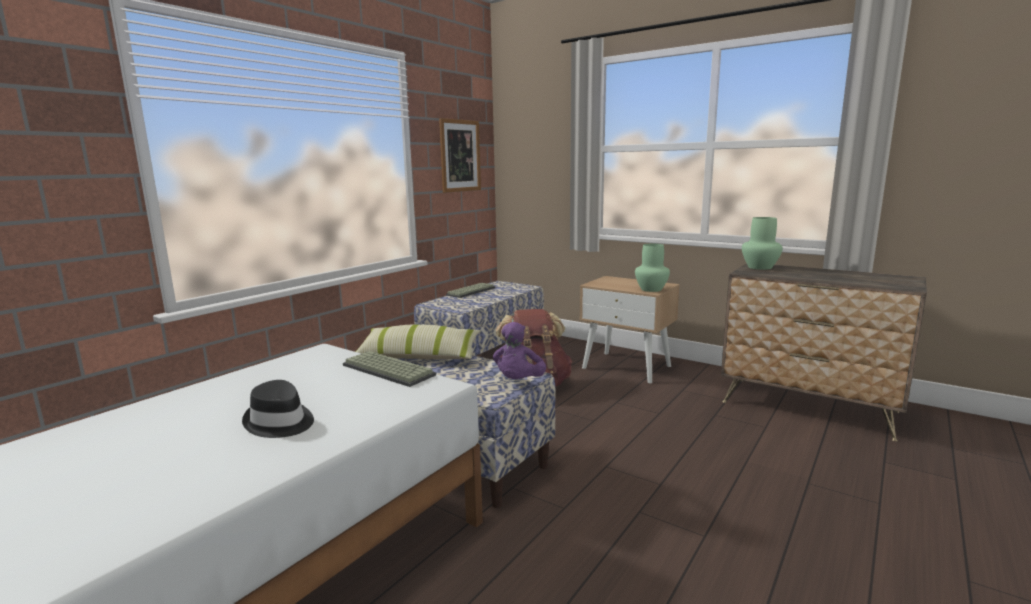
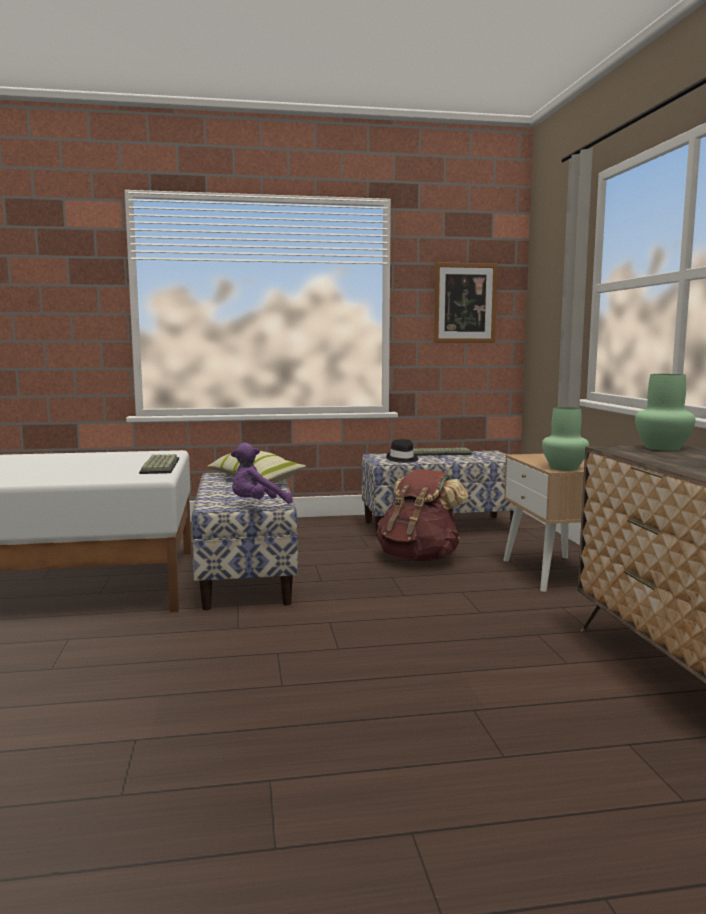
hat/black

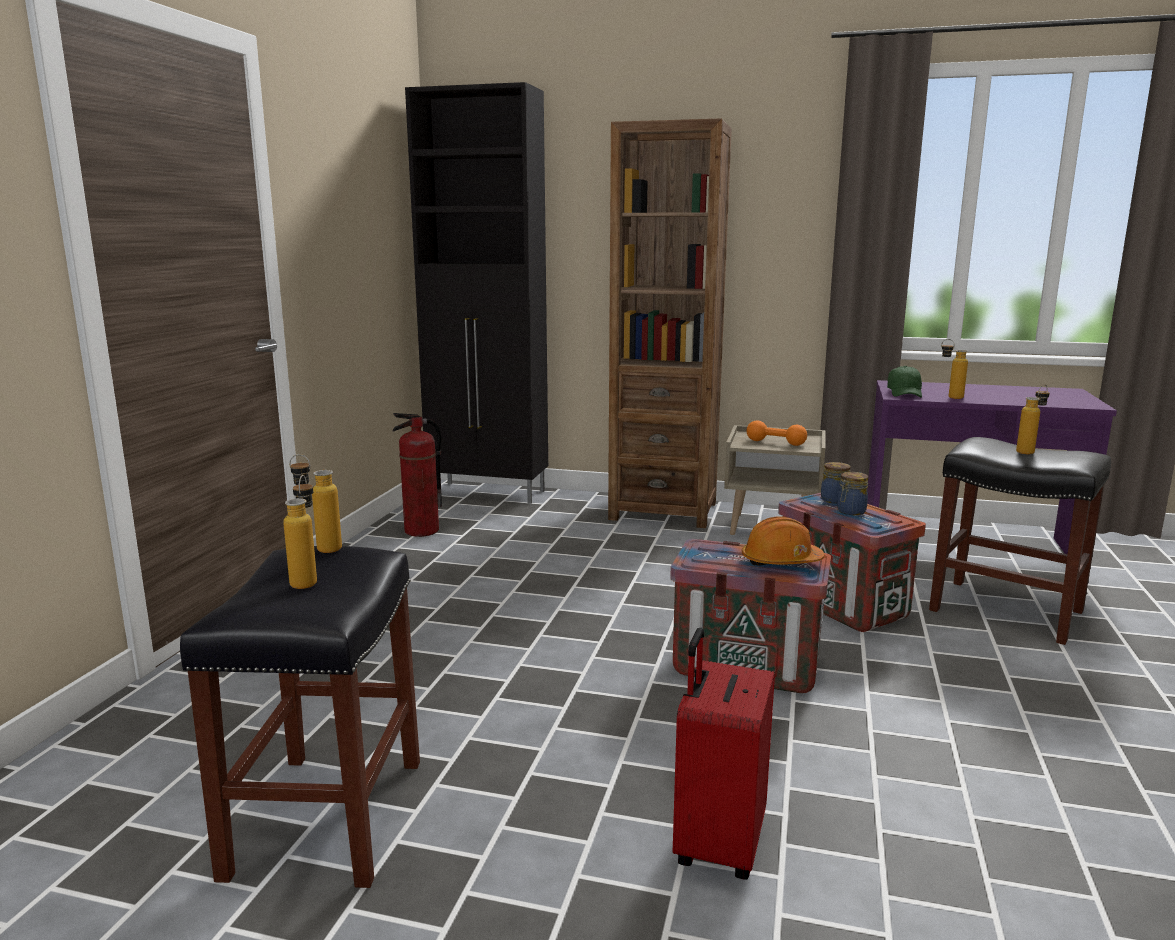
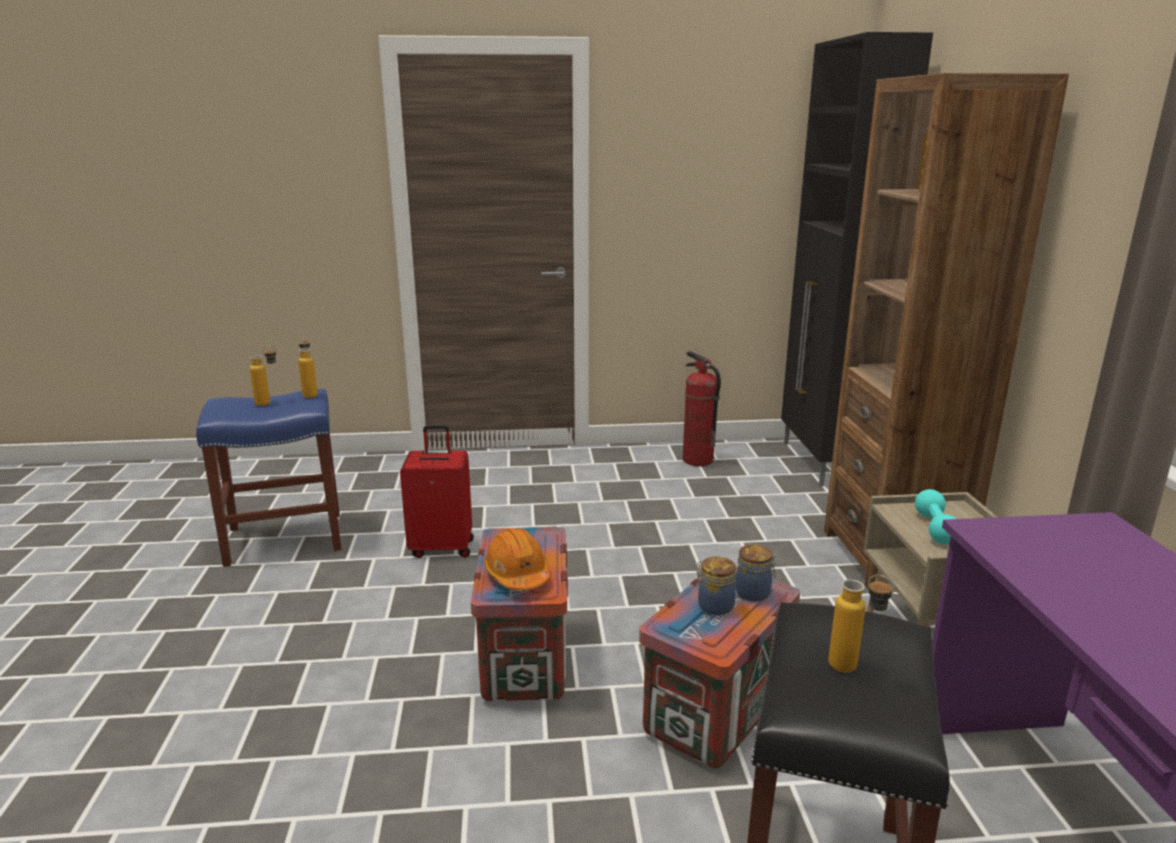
stool/blue
suitcase/red
dumbbell/turquoise
cap/green
bottle (3rd from left in the first image)

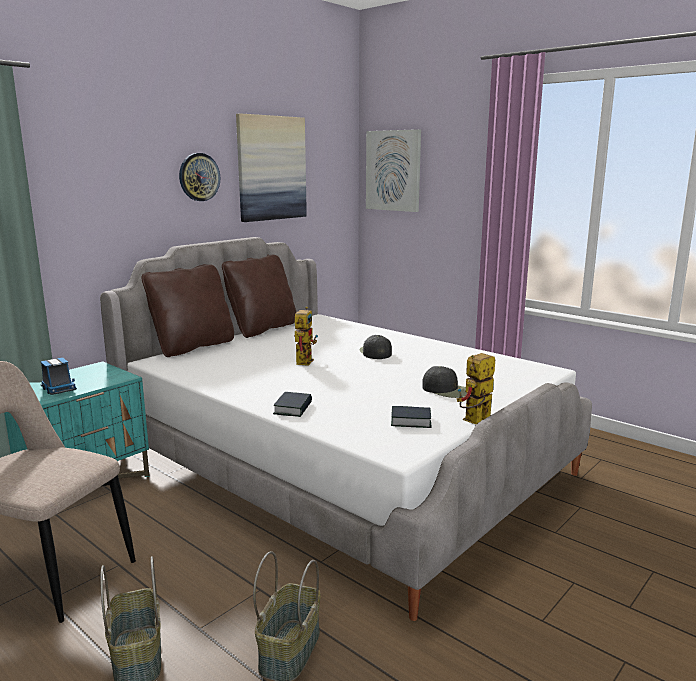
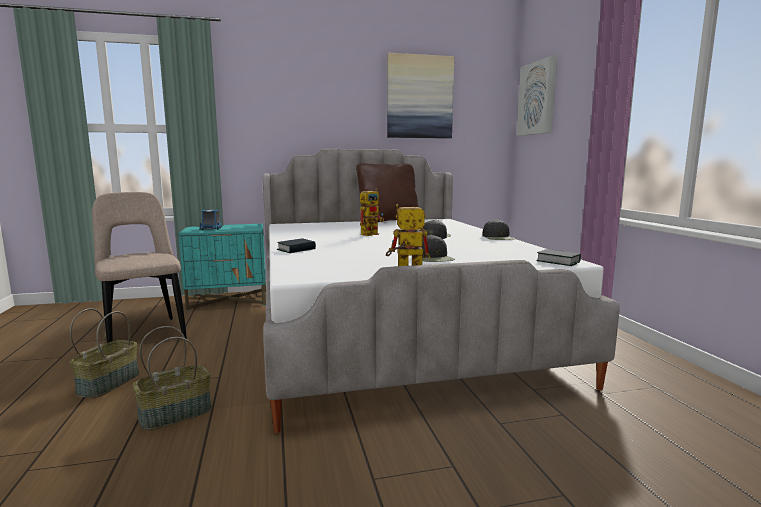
cap/black (3rd from left)
book (2nd from left)
pillow/brown (1st from left in the first image)
wall clock

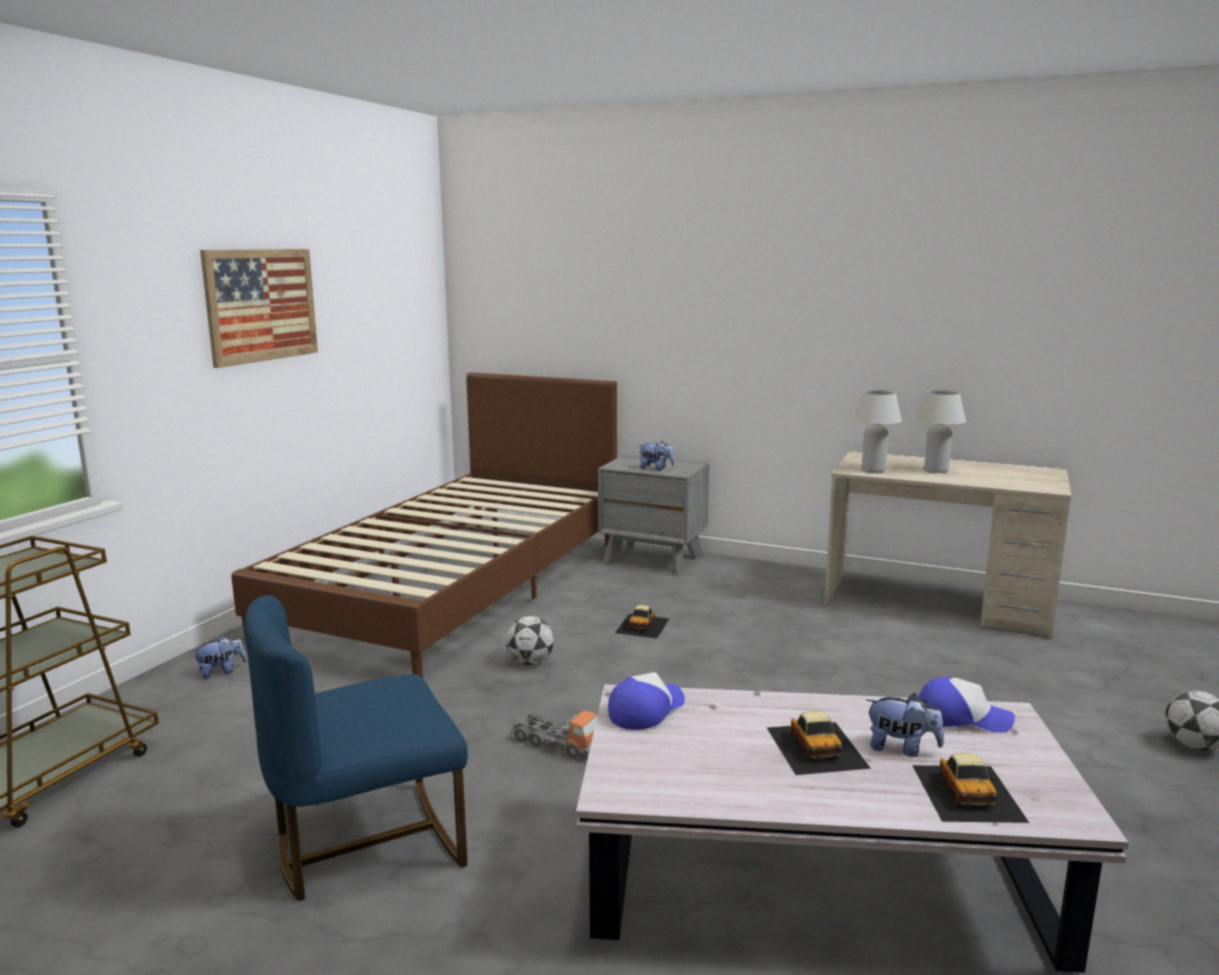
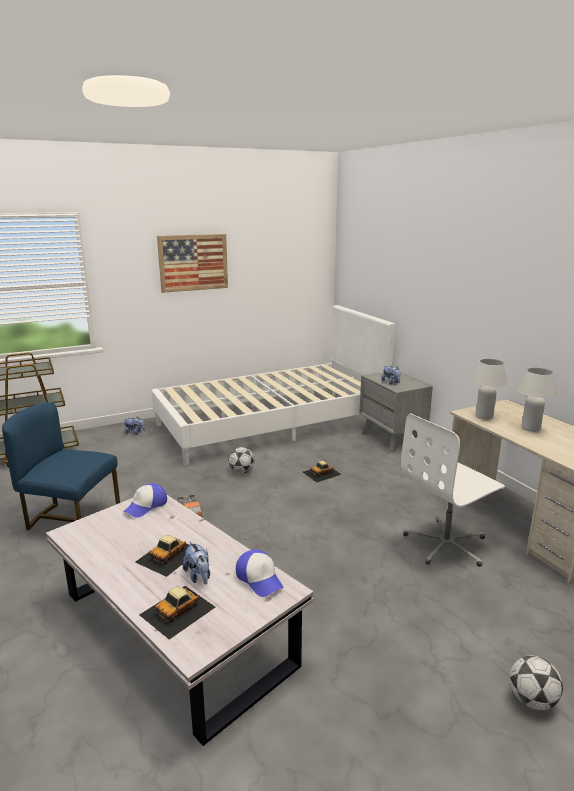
cap (1st from left)
bed/white
office chair/white

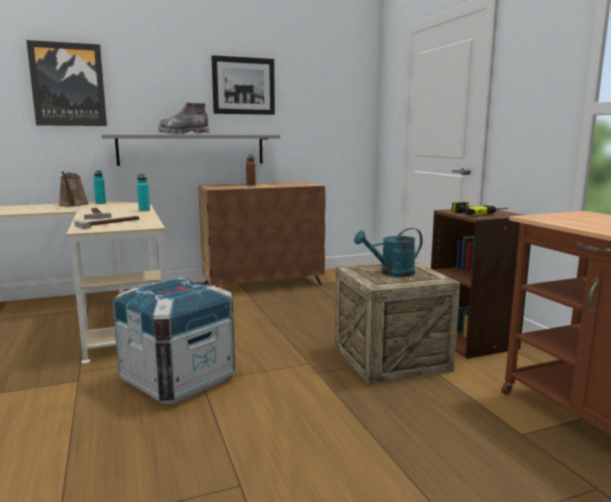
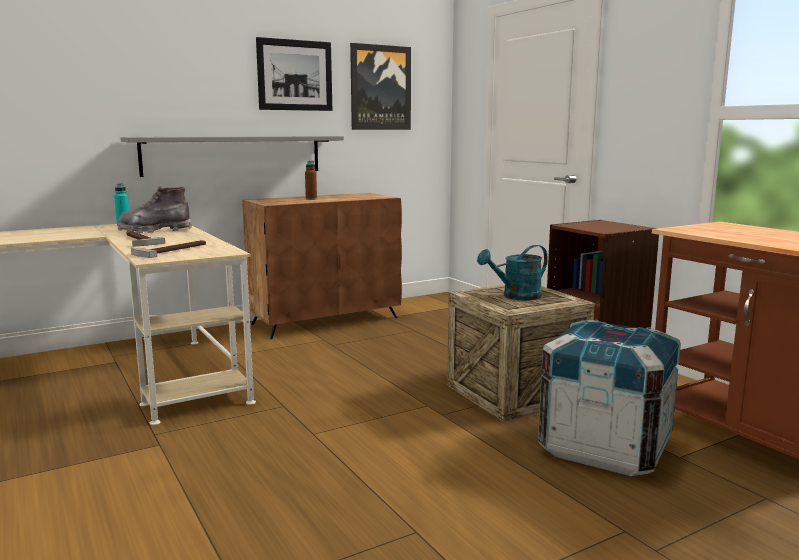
boot/grey
picture (2nd from left)
crate (2nd from left)
watering can/brown
bottle/turquoise (2nd from left in the first image)
power drill

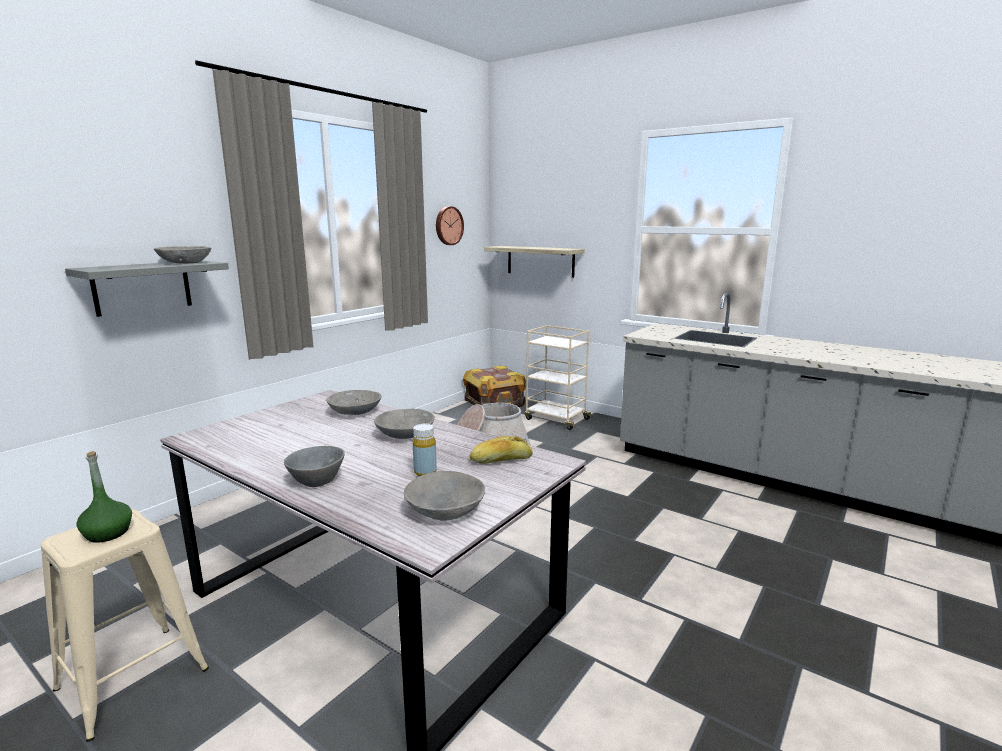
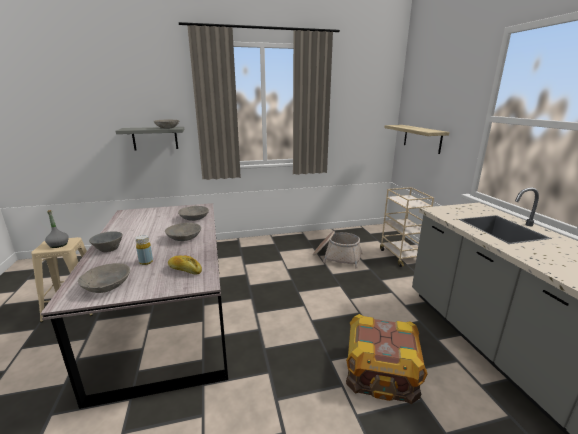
bottle/grey
crate
wall clock

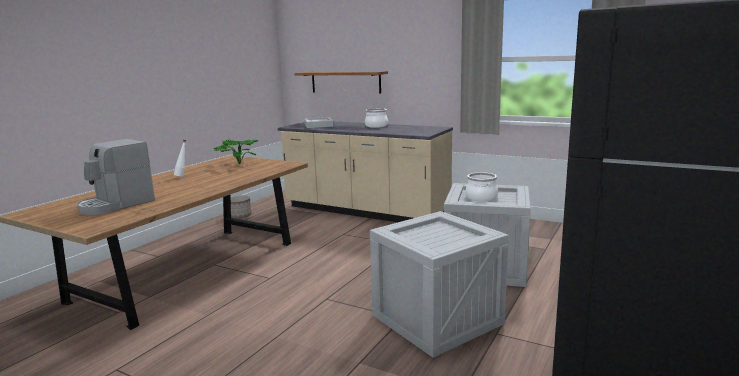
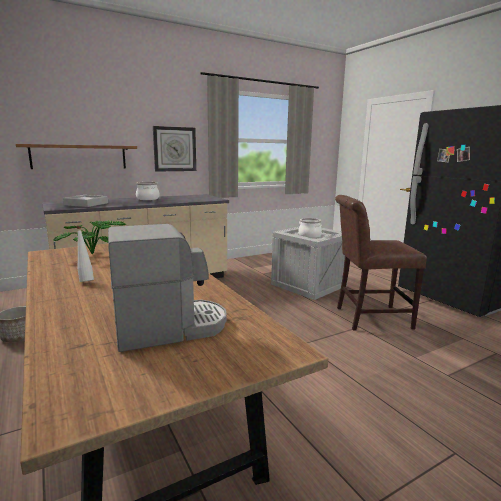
coffee machine
wall clock
chair/brown

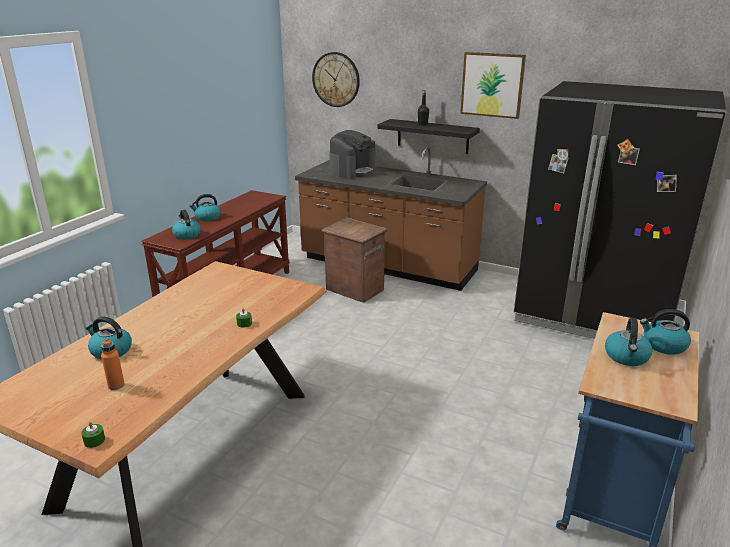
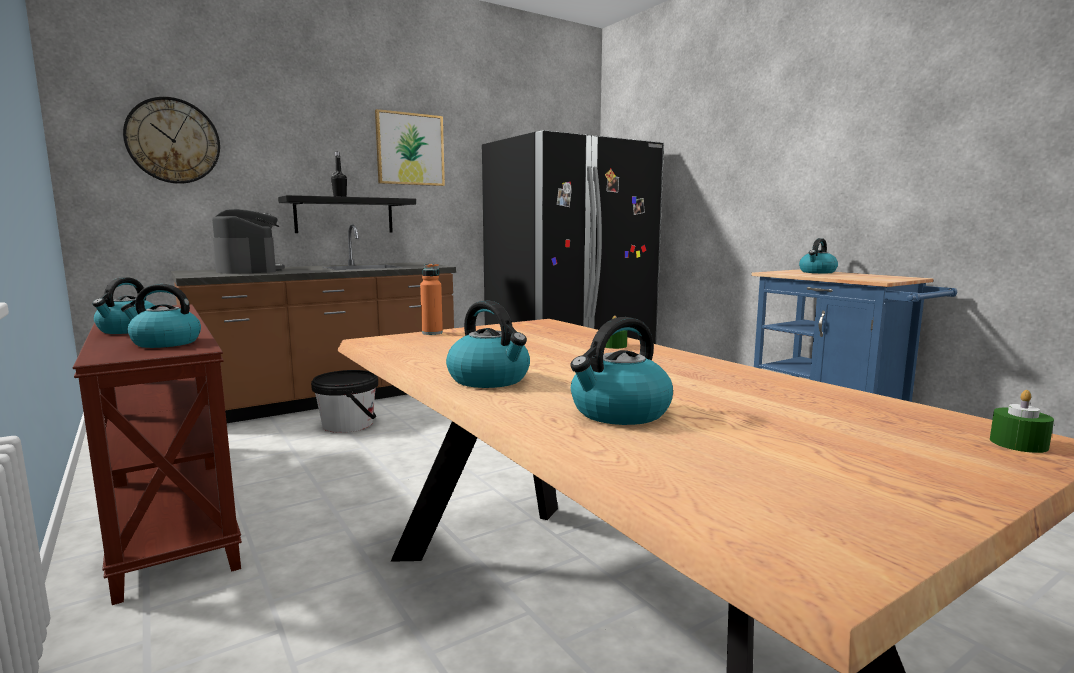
bucket/black
bottle/orange
kettle (3rd from left)

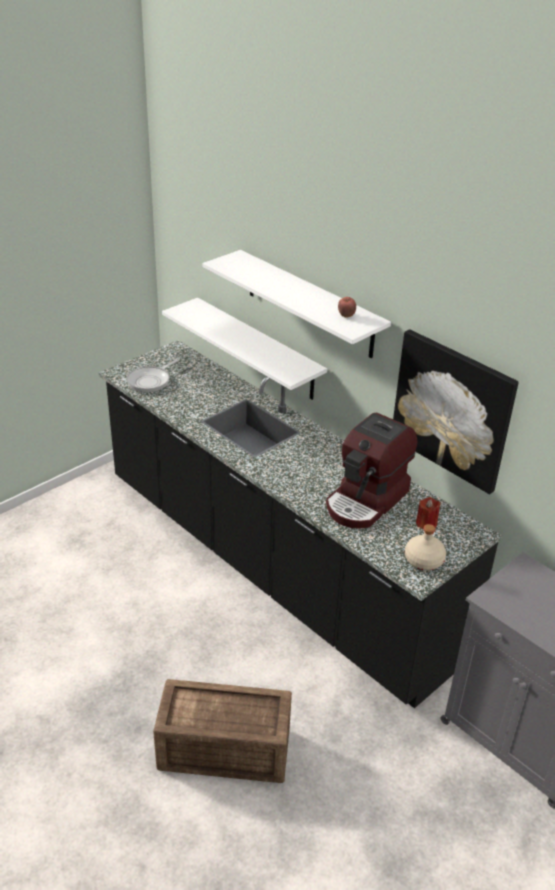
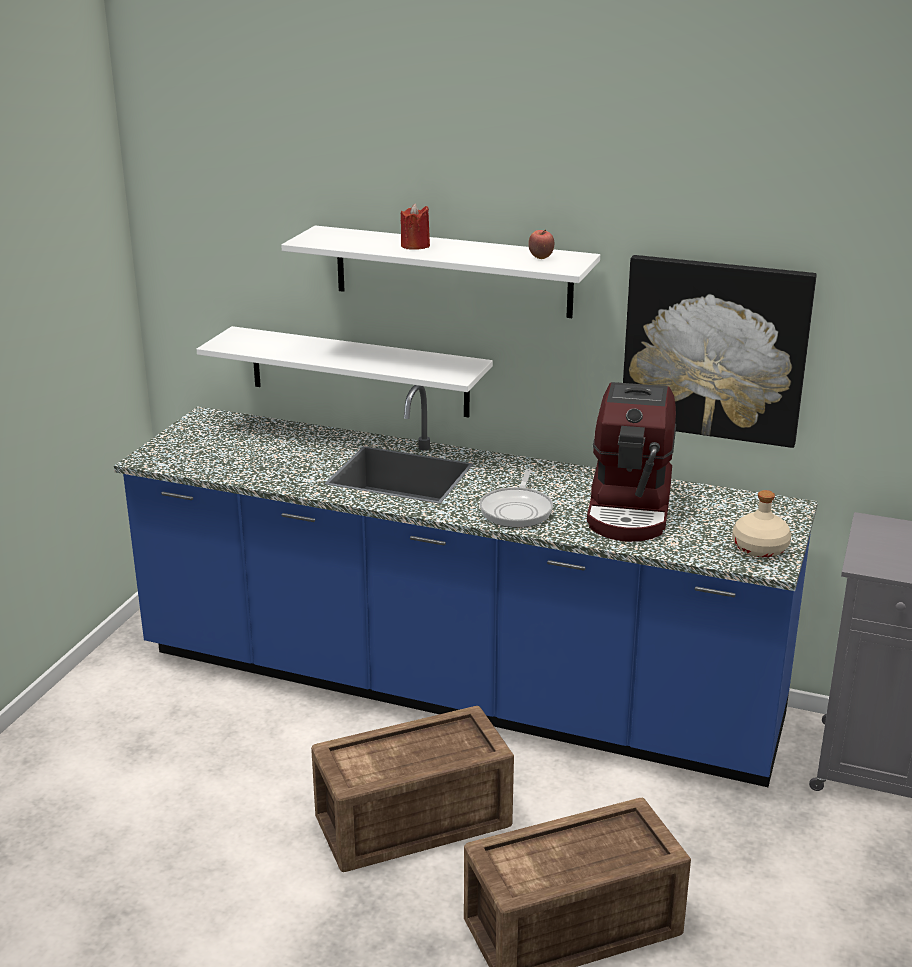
counter/blue
crate (1st from left)
candle/red
frying pan

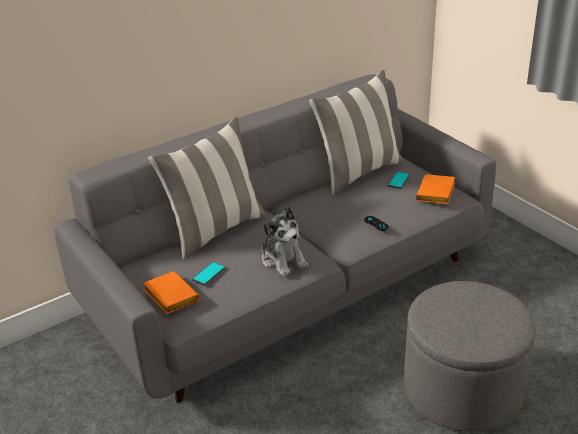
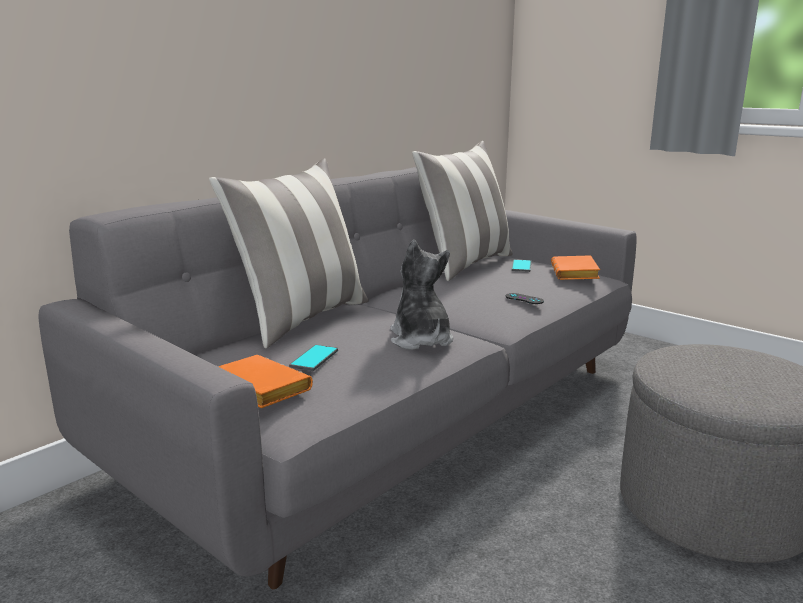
plush toy

